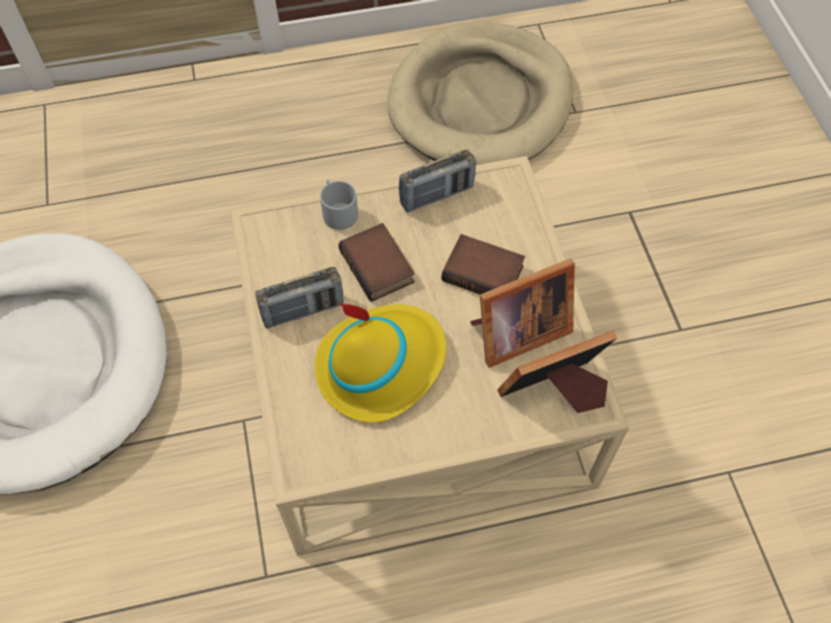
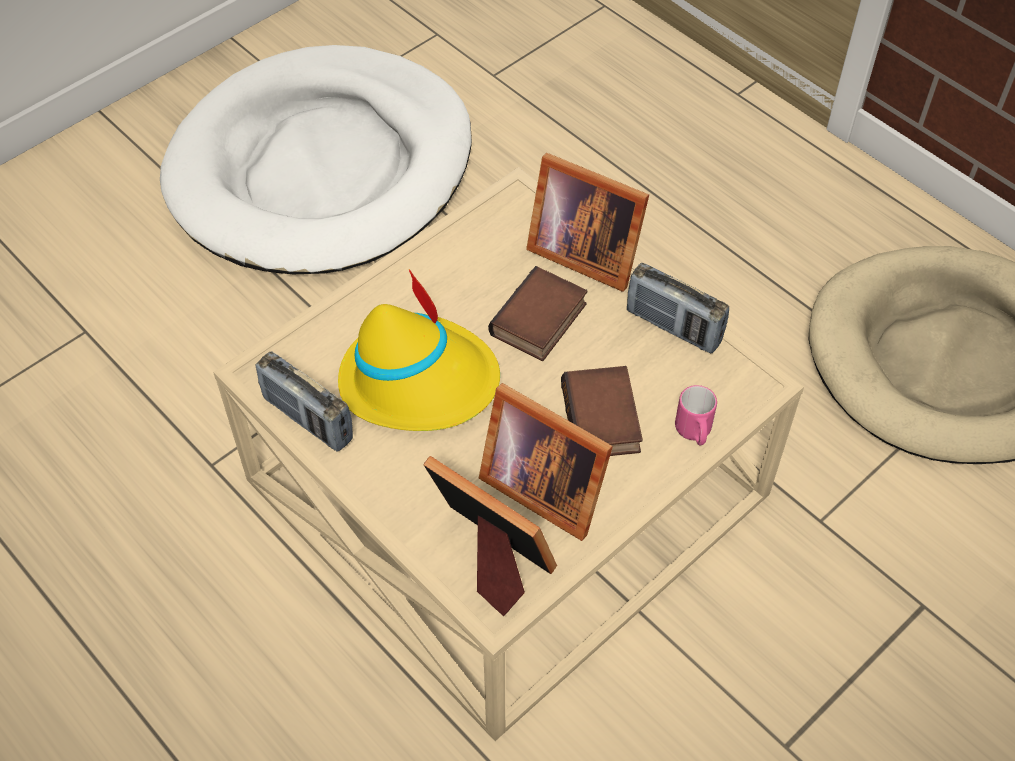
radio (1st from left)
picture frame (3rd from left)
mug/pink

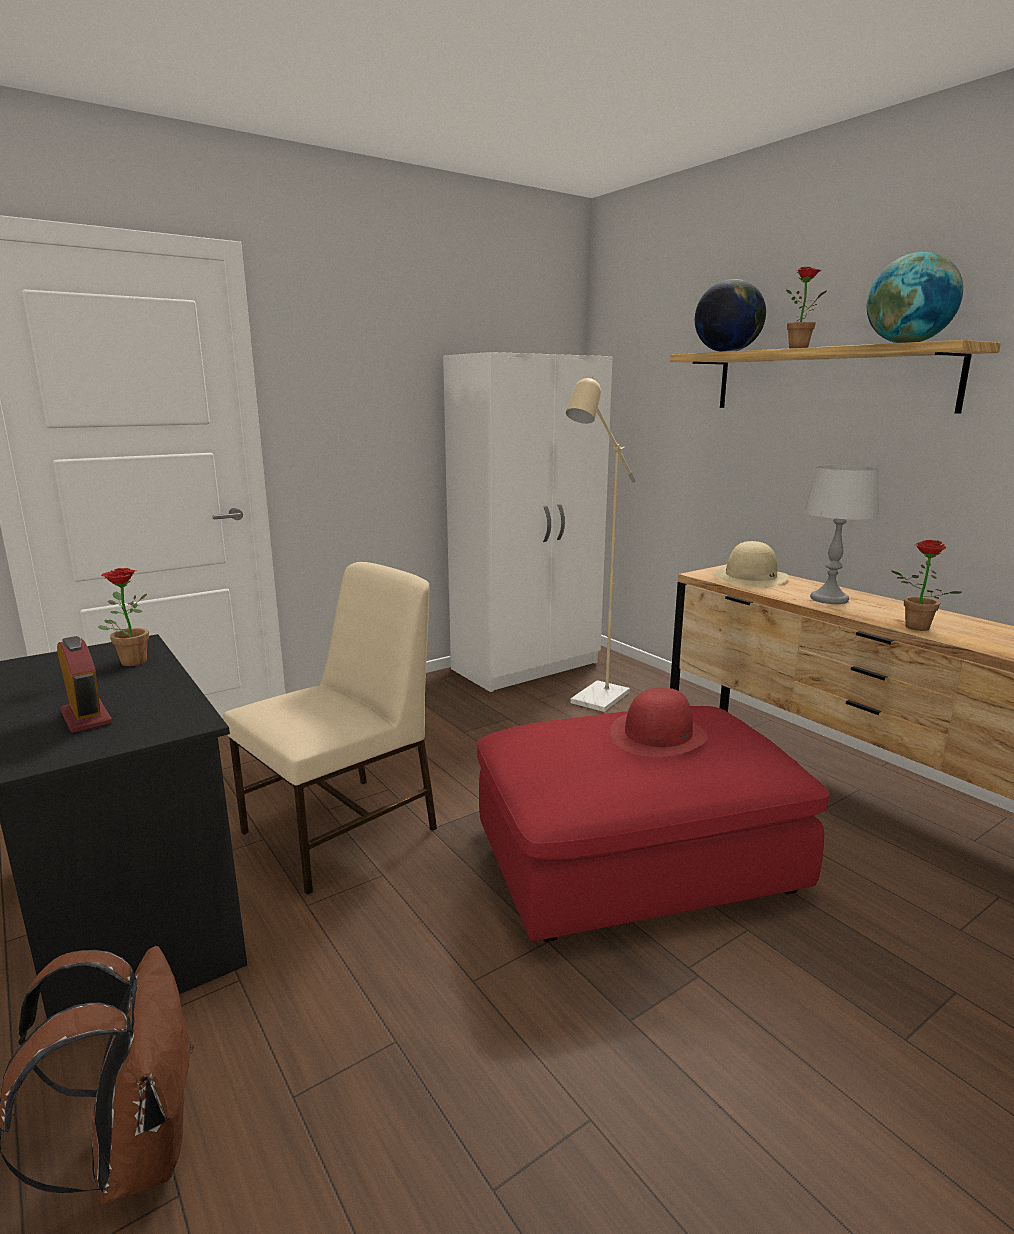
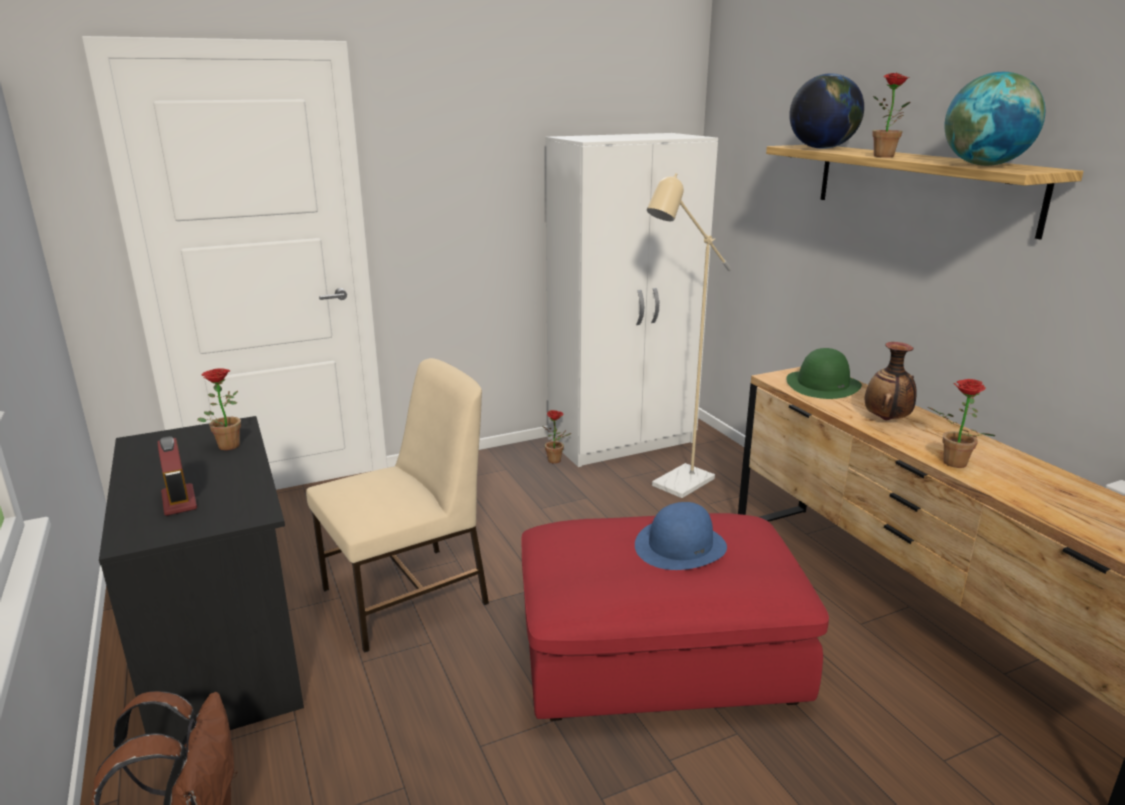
potted plant (2nd from left)
hat/blue
hat/green
vase

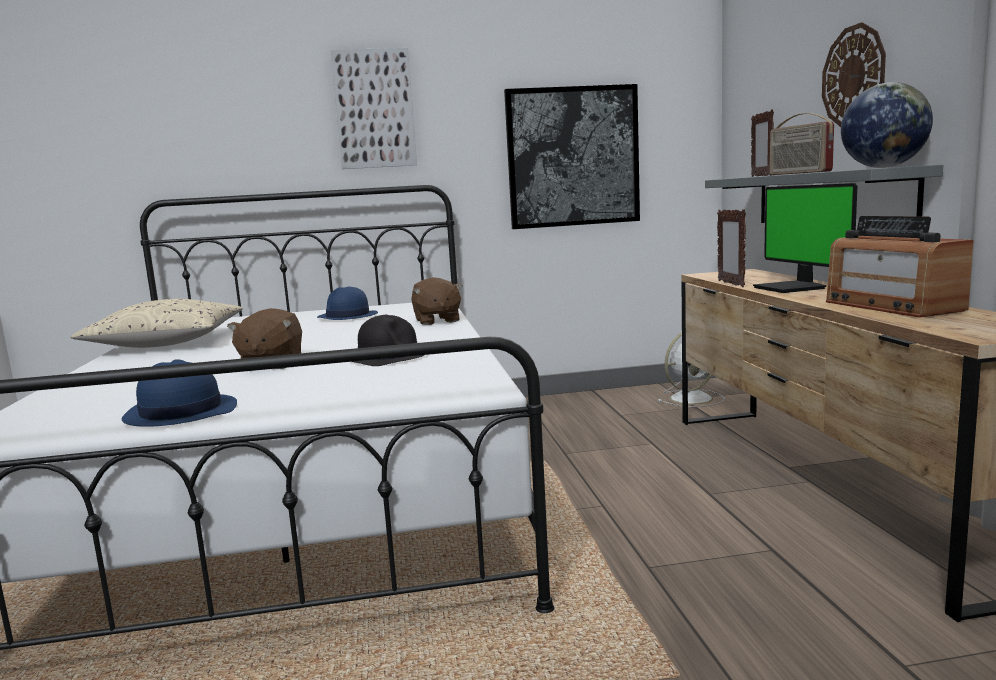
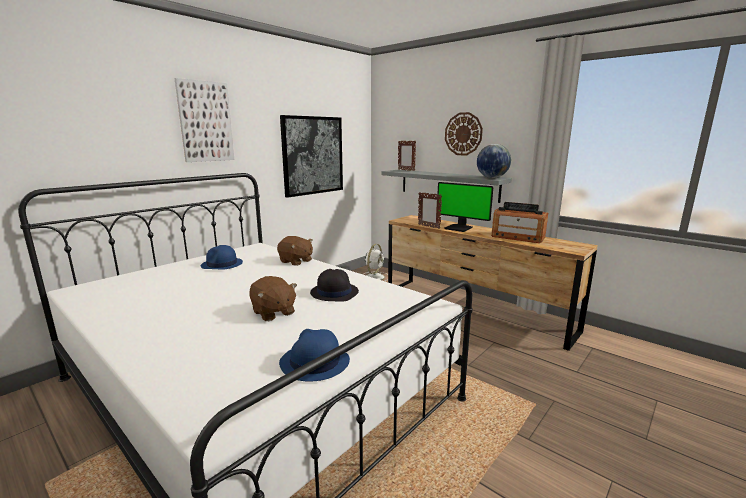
pillow/beige
radio (1st from left in the first image)

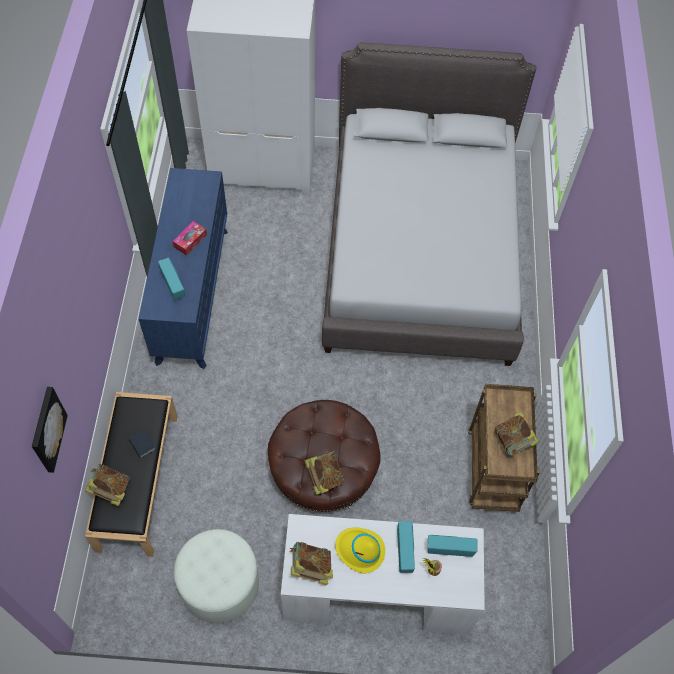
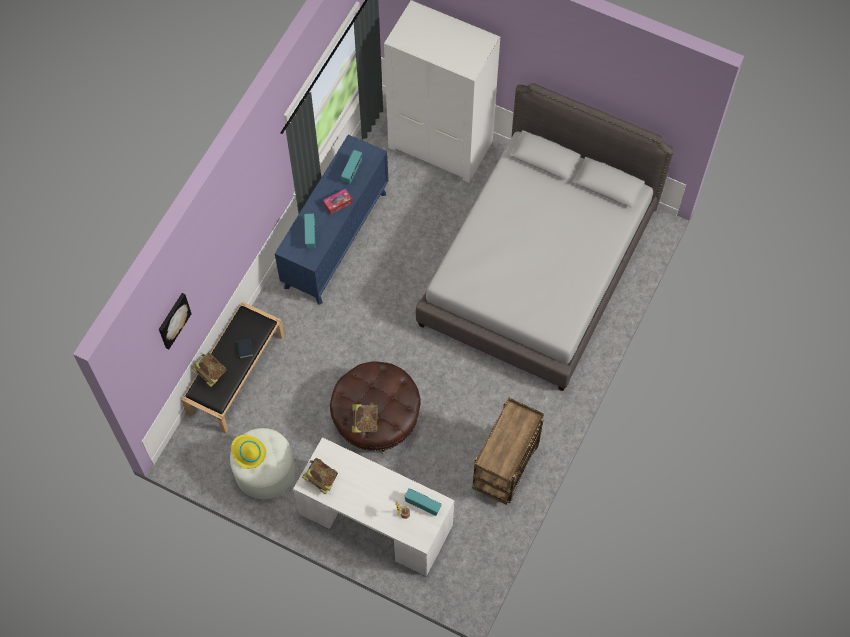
hat/yellow
radio (2nd from left)
book (5th from left in the first image)

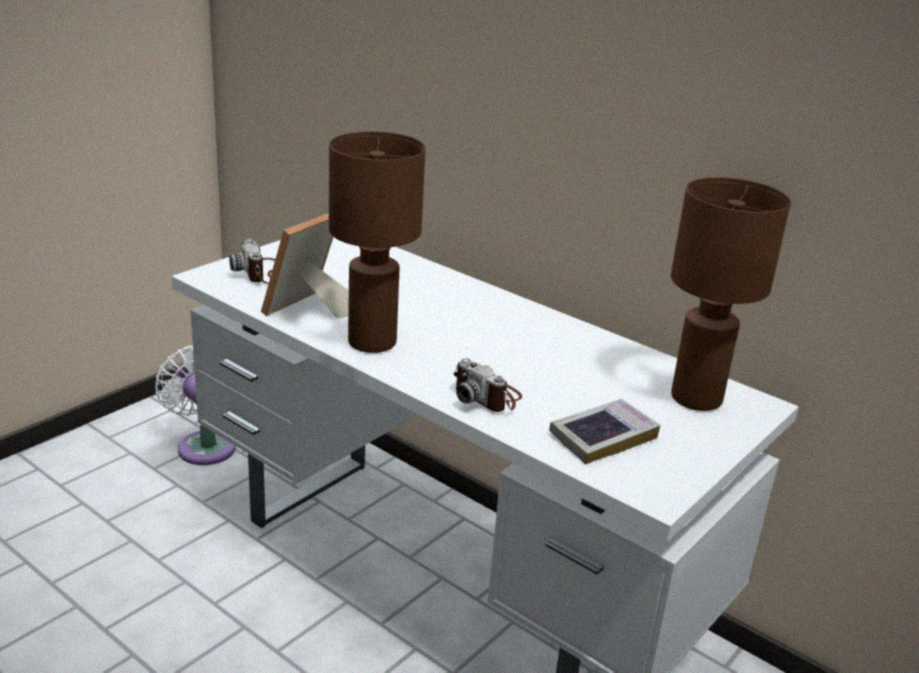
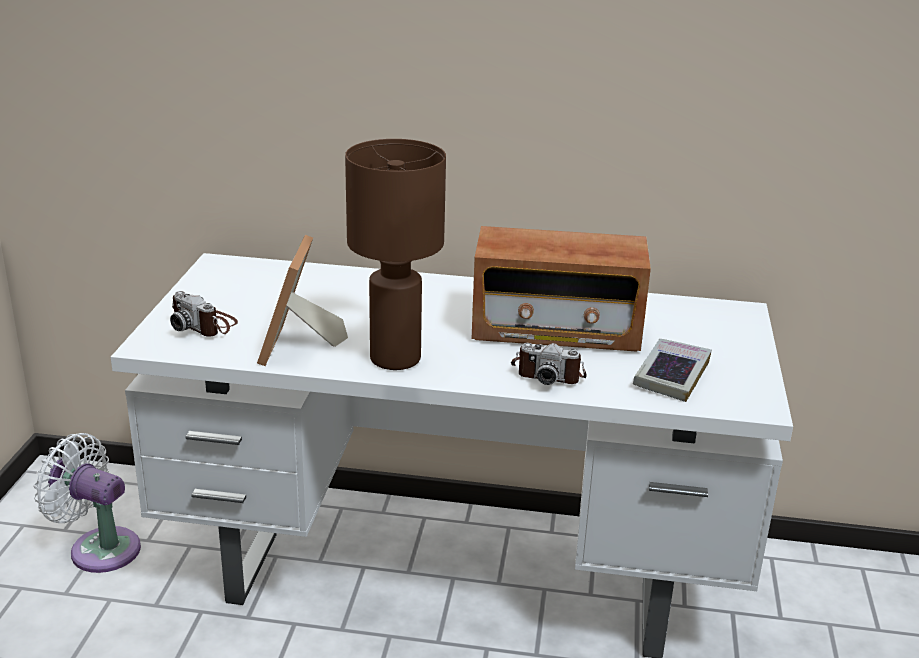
radio
table lamp/brown (2nd from left in the first image)

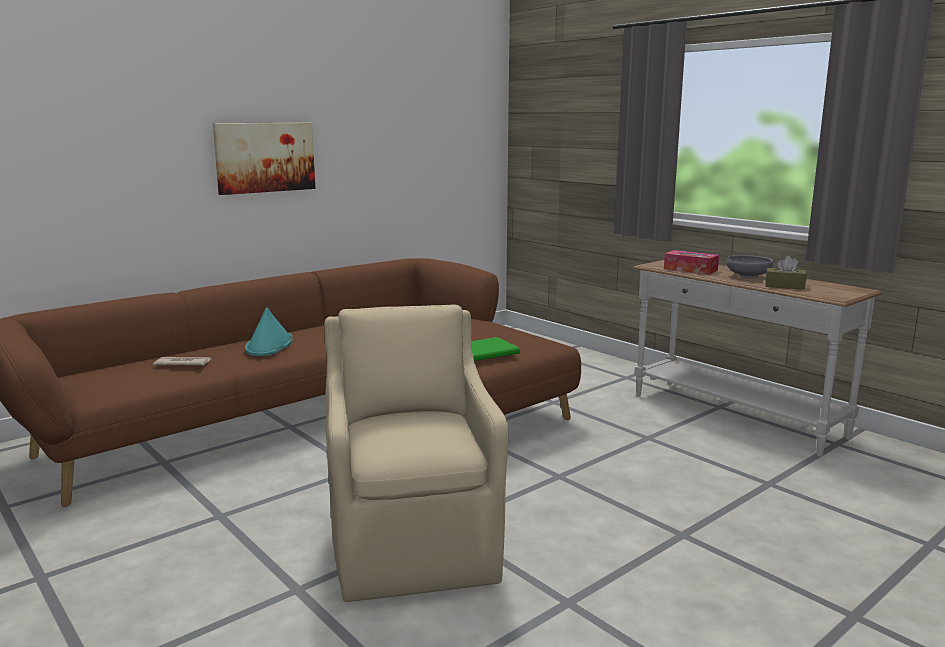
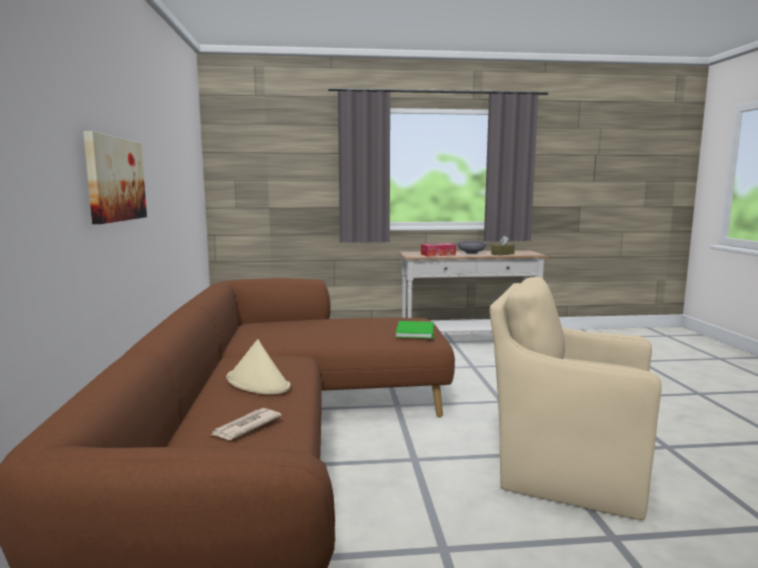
hat/beige

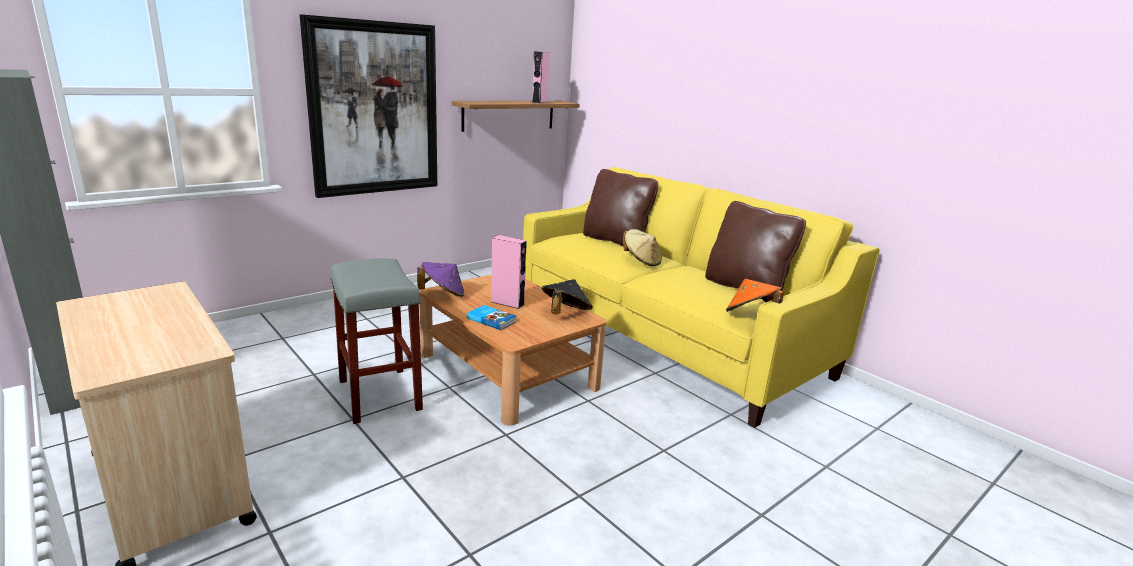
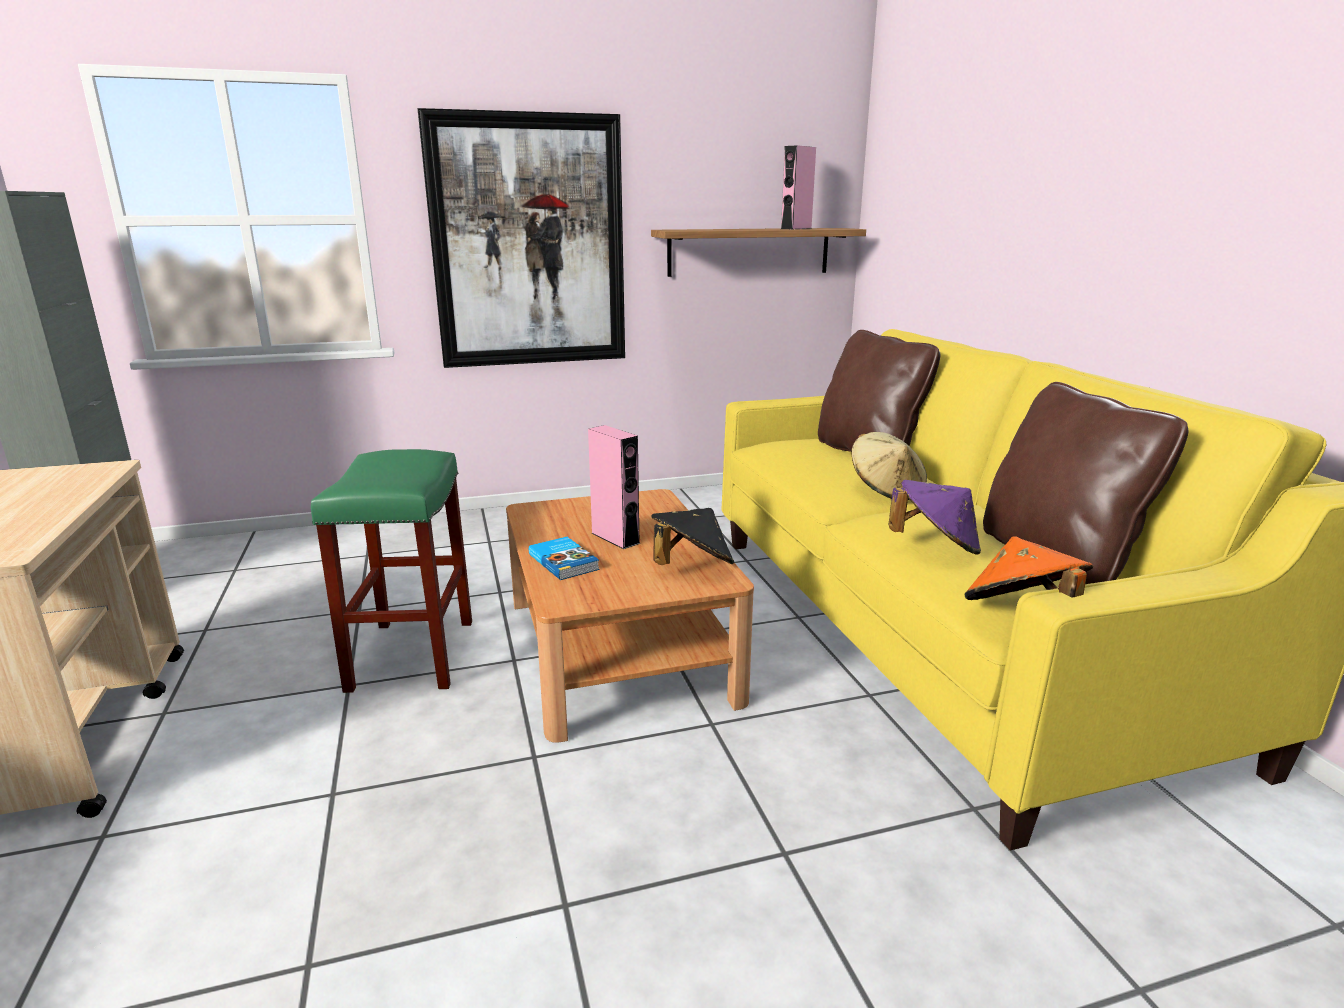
stool/green
hat/purple

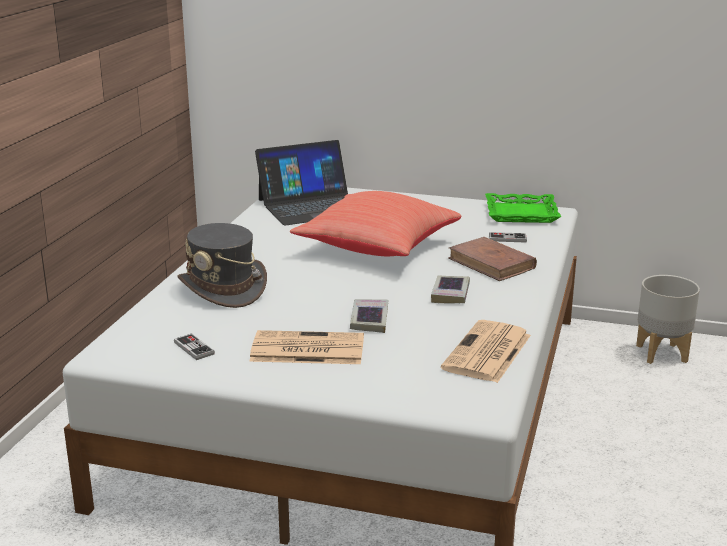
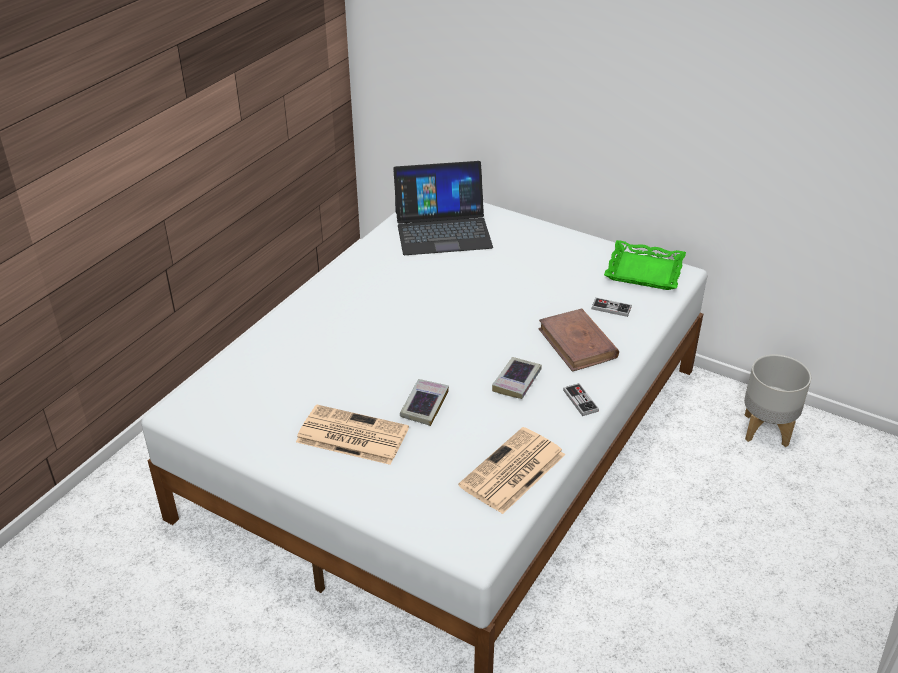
game controller (1st from left)
hat/grey
pillow/red

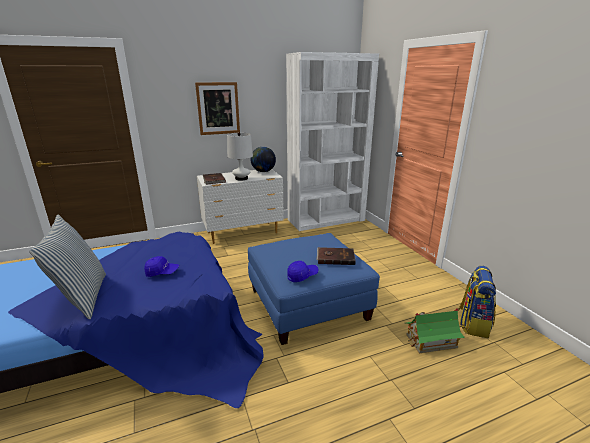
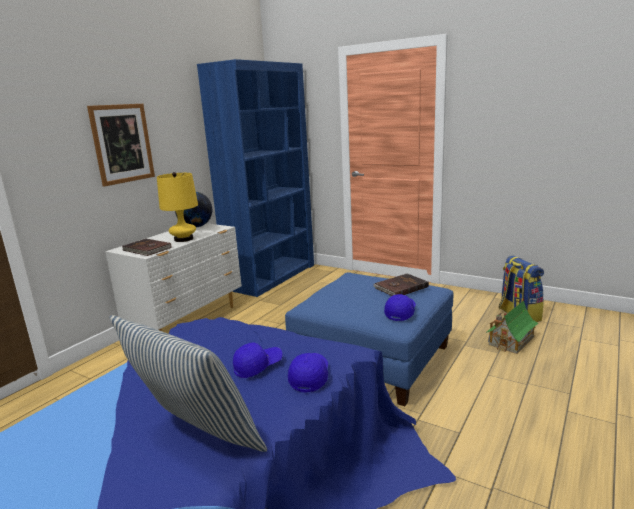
table lamp/yellow
bookcase/blue
cap/blue (2nd from left)

